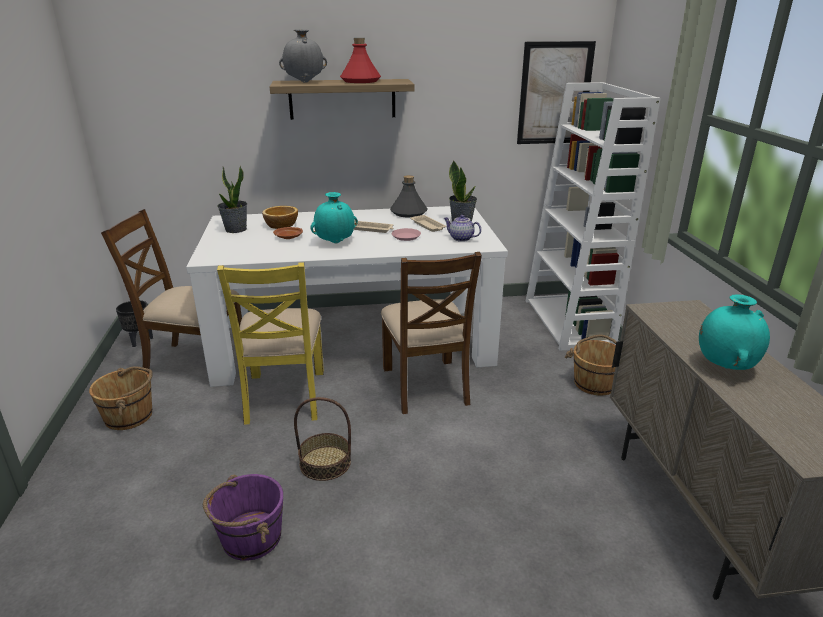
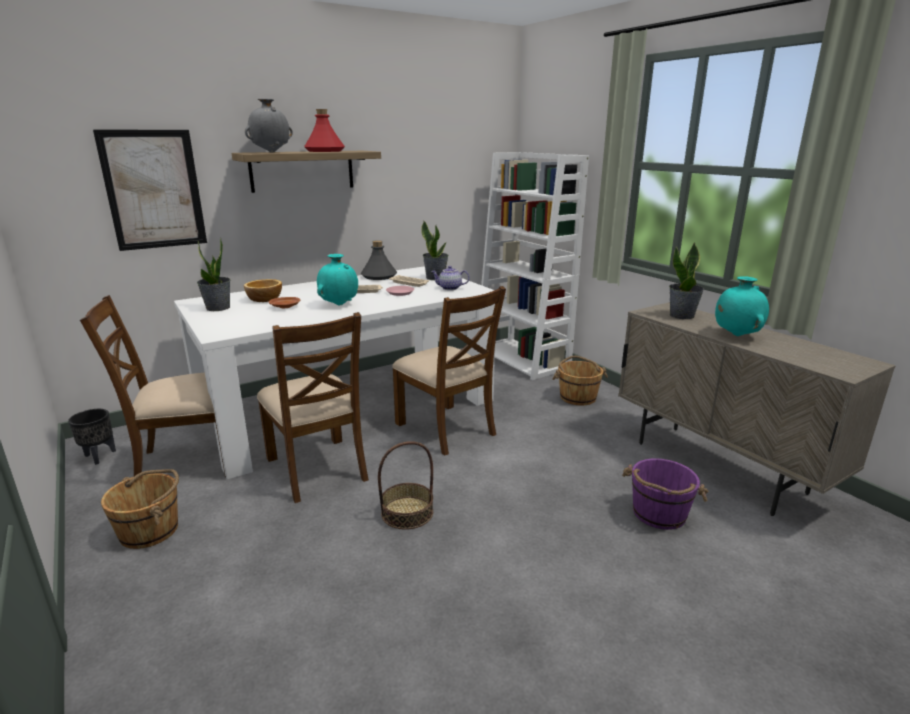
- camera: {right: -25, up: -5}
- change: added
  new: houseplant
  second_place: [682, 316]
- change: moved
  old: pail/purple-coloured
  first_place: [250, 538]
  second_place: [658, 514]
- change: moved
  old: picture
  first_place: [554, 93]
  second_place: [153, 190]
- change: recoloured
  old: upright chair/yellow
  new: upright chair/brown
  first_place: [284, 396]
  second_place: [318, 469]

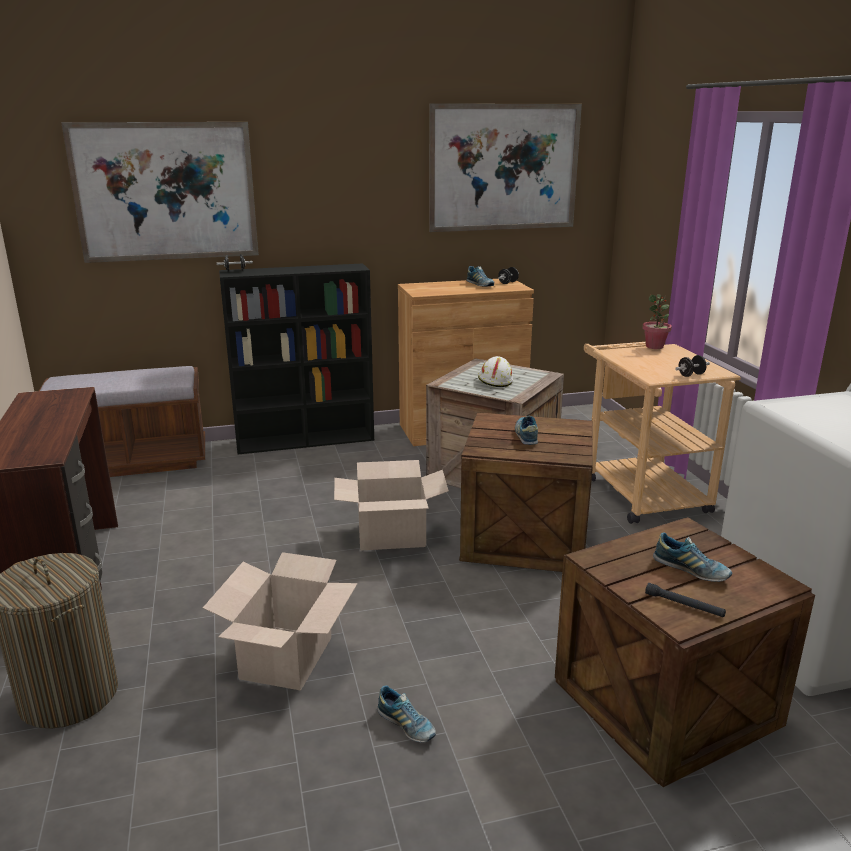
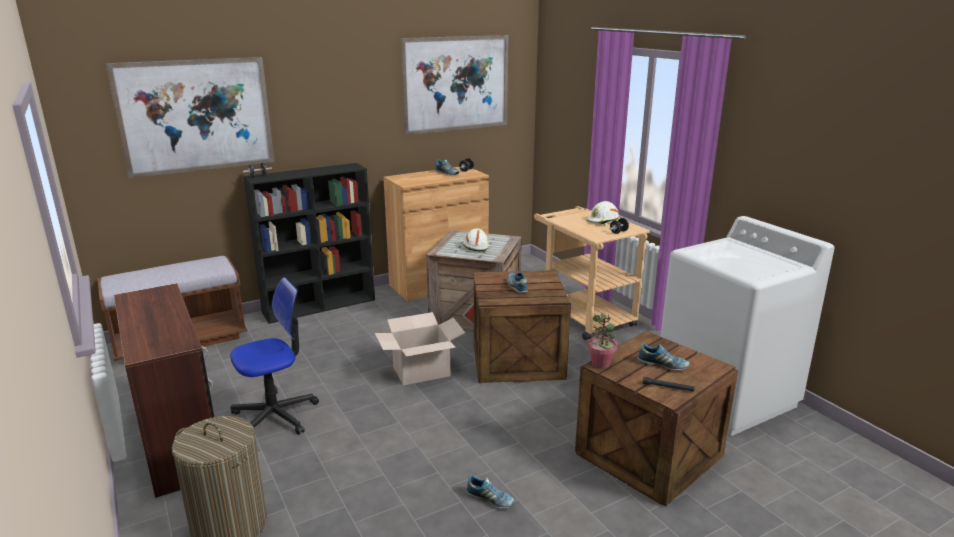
- camera: {right: -15, up: 0}
- change: removed
  old: carton
  first_place: [286, 657]
- change: added
  new: office chair
  second_place: [275, 415]
- change: added
  new: safety helmet/white-coloured
  second_place: [603, 221]
- change: moved
  old: houseplant
  first_place: [654, 347]
  second_place: [600, 364]

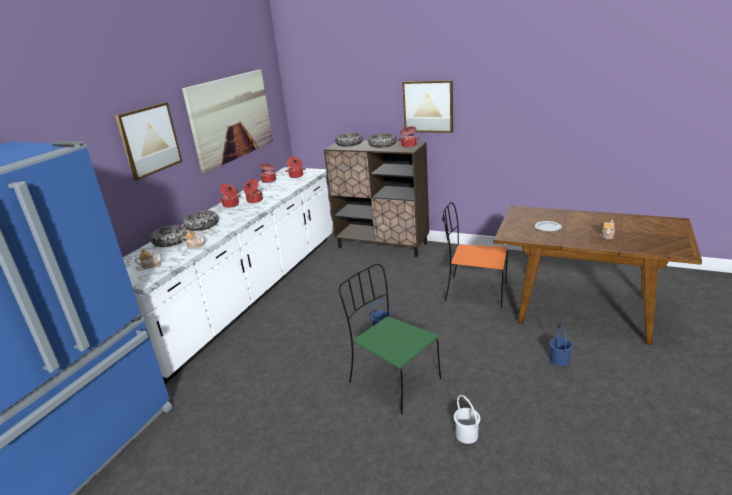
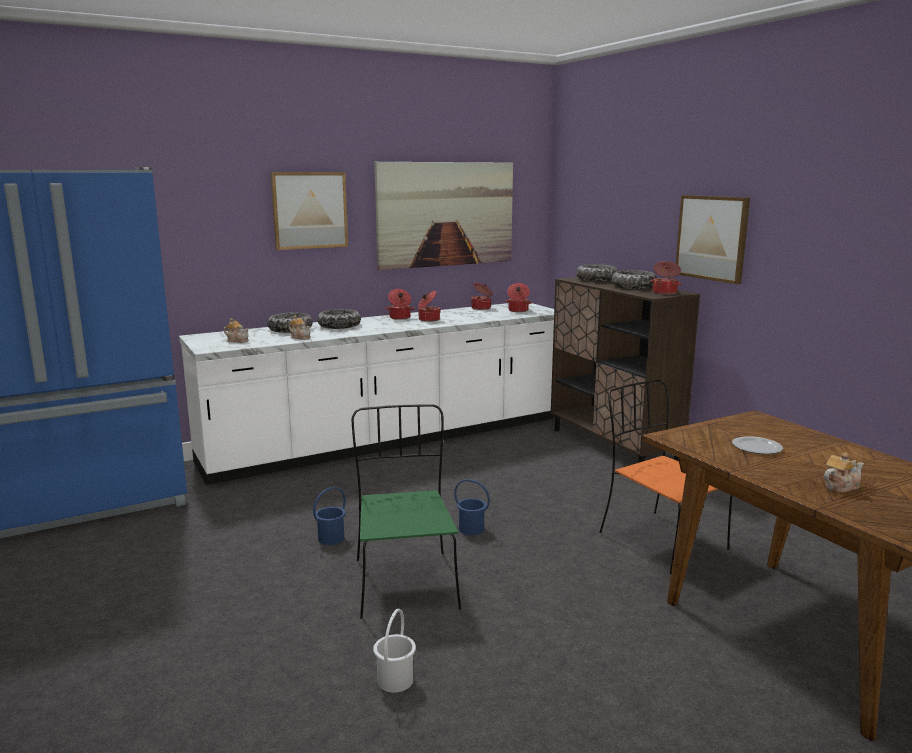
- camera: {right: 35, up: -10}
- change: moved
  old: pail/blue-coloured
  first_place: [559, 360]
  second_place: [331, 538]

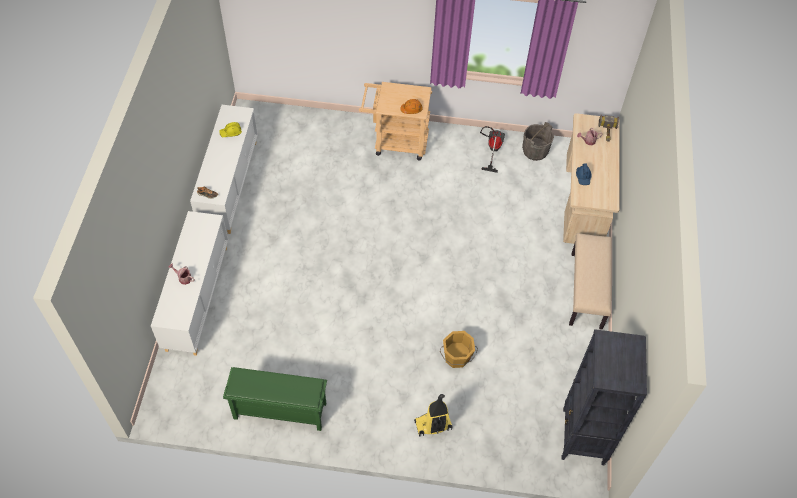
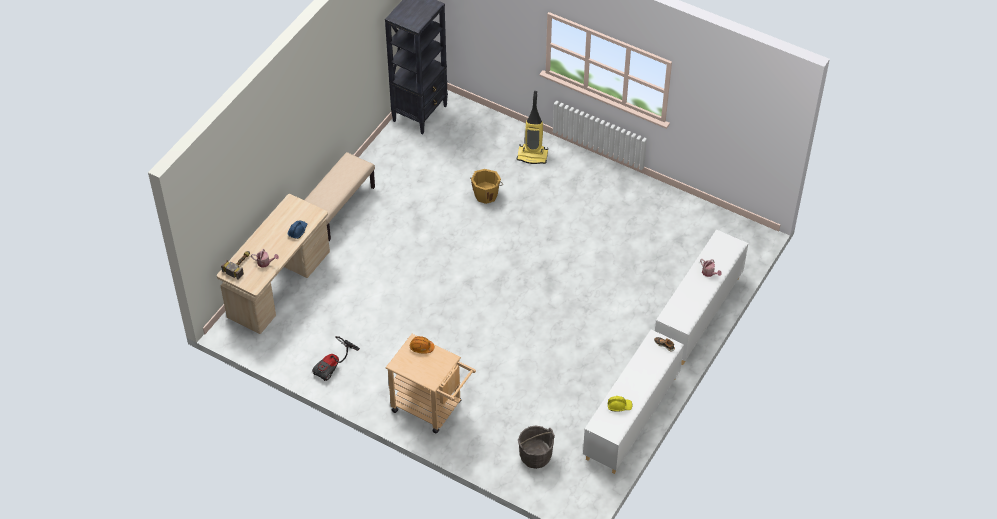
- camera: {right: -155, up: -5}
- change: removed
  old: shoe shelf/green-coloured
  first_place: [279, 411]
- change: moved
  old: pail/greyish
  first_place: [535, 151]
  second_place: [535, 456]

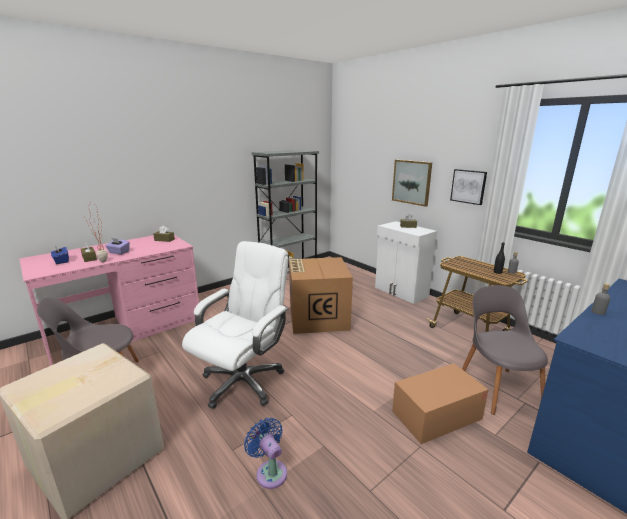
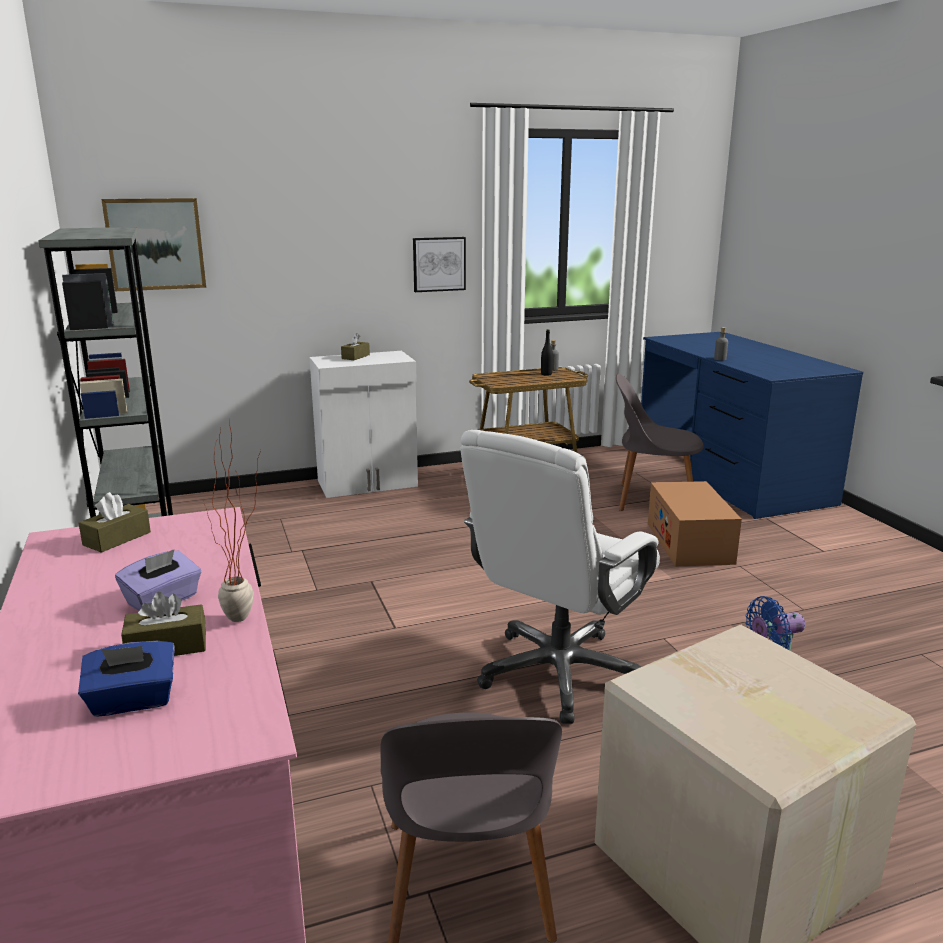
- camera: {right: -70, up: 0}
- change: removed
  old: carton
  first_place: [317, 317]
- change: moved
  old: picture
  first_place: [411, 182]
  second_place: [155, 244]
- change: turned
  old: office chair/white-coloured
  first_place: [243, 381]
  second_place: [558, 673]
  degrees: -105

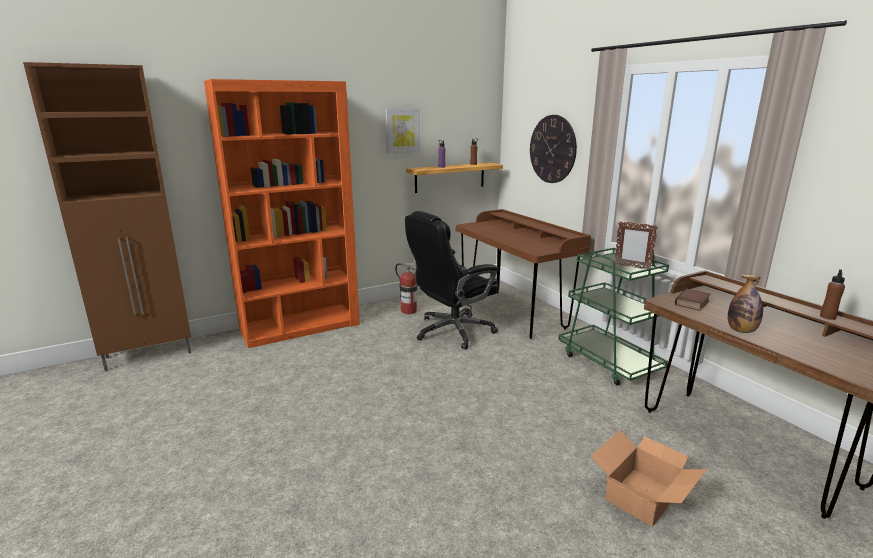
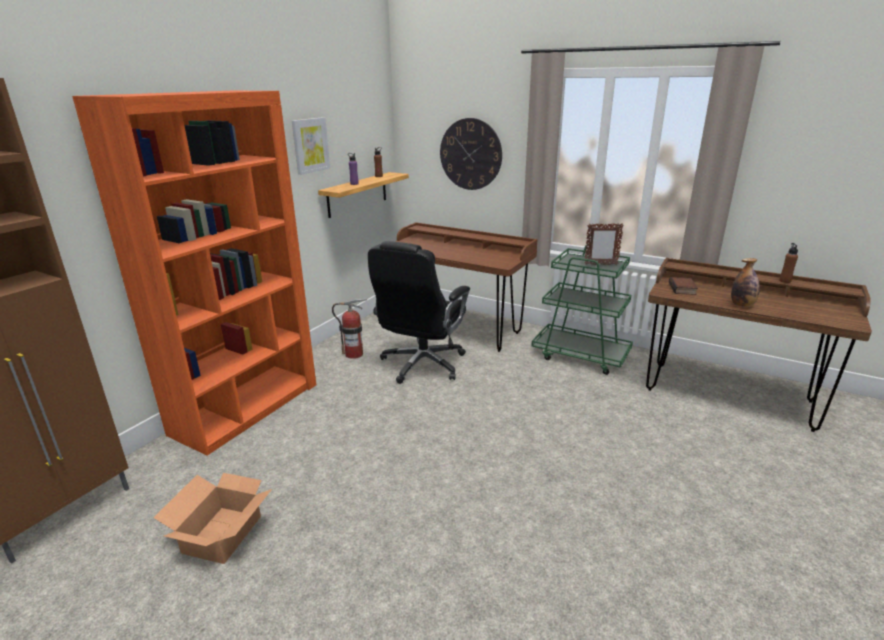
- camera: {right: -30, up: 5}
- change: moved
  old: carton
  first_place: [643, 496]
  second_place: [223, 534]

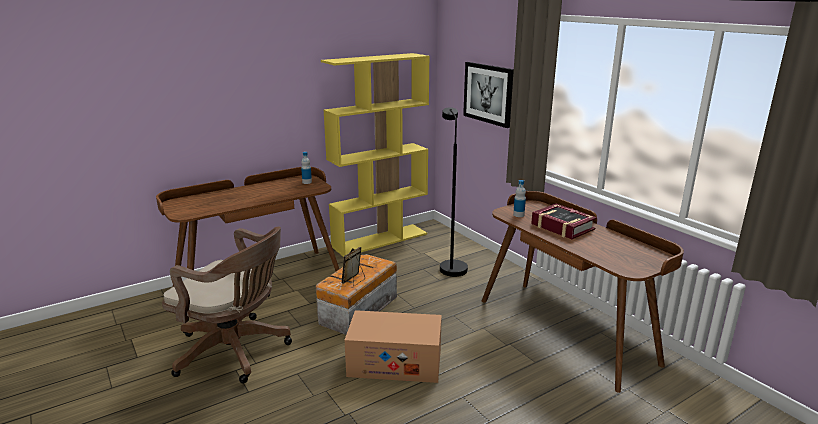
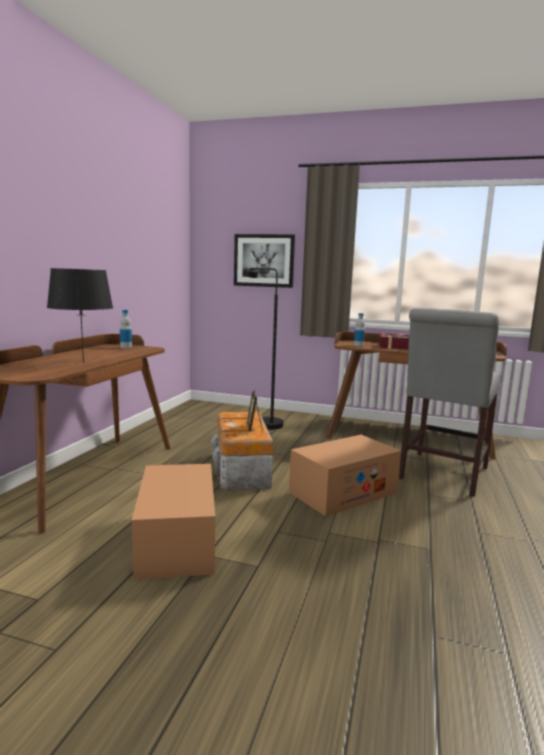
- camera: {right: -40, up: -10}
- change: removed
  old: bookshelf/yellow
  first_place: [380, 240]
- change: added
  new: table lamp/black-coloured
  second_place: [83, 362]
- change: added
  new: upright chair/greyish
  second_place: [441, 474]
- change: replaced
  old: office chair/brown
  new: carton
  first_place: [236, 351]
  second_place: [177, 540]

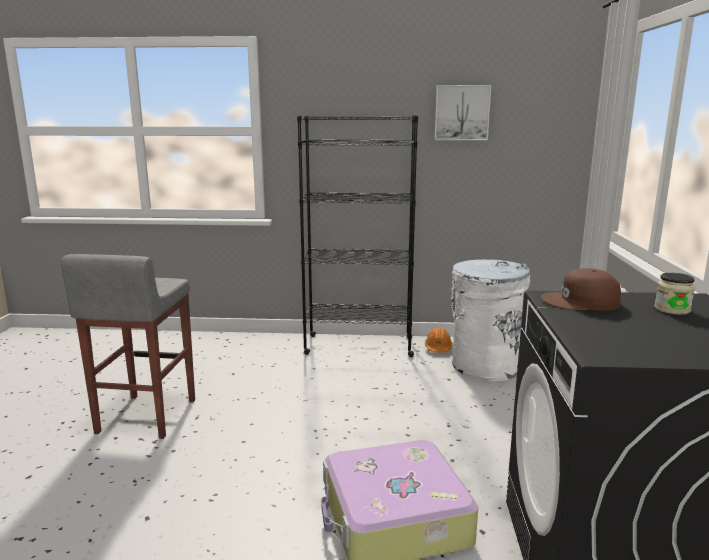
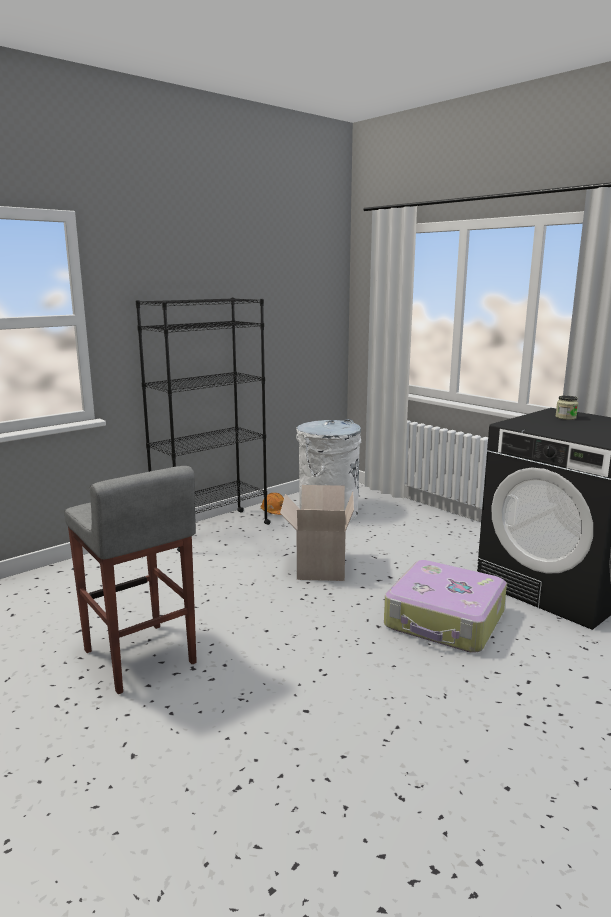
- camera: {right: -45, up: 0}
- change: removed
  old: picture
  first_place: [462, 113]
- change: removed
  old: baseball cap/brown
  first_place: [581, 302]
- change: added
  new: carton
  second_place: [319, 567]

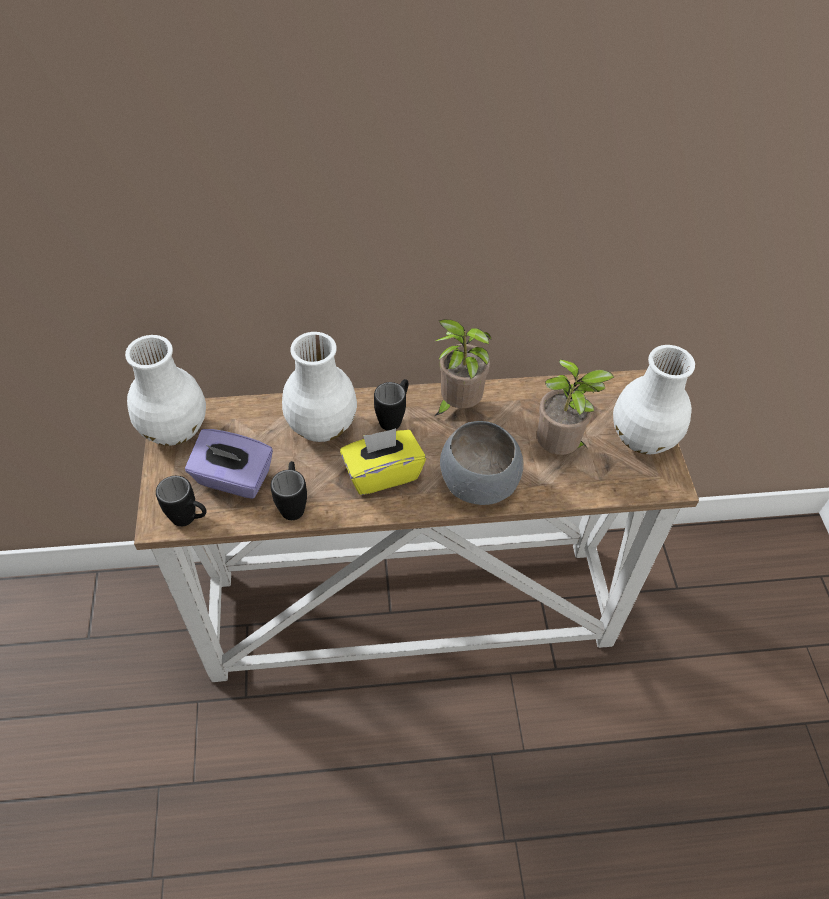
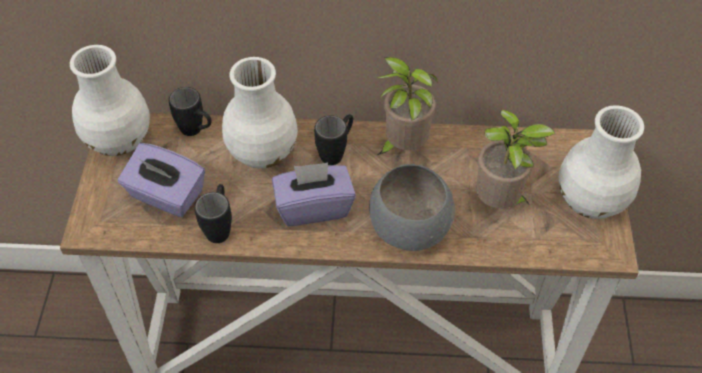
- camera: {right: 10, up: 0}
- change: moved
  old: tea mug/black-coloured
  first_place: [190, 520]
  second_place: [196, 131]
- change: recoloured
  old: box of tissues/yellow
  new: box of tissues/purple-coloured
  first_place: [382, 473]
  second_place: [314, 207]

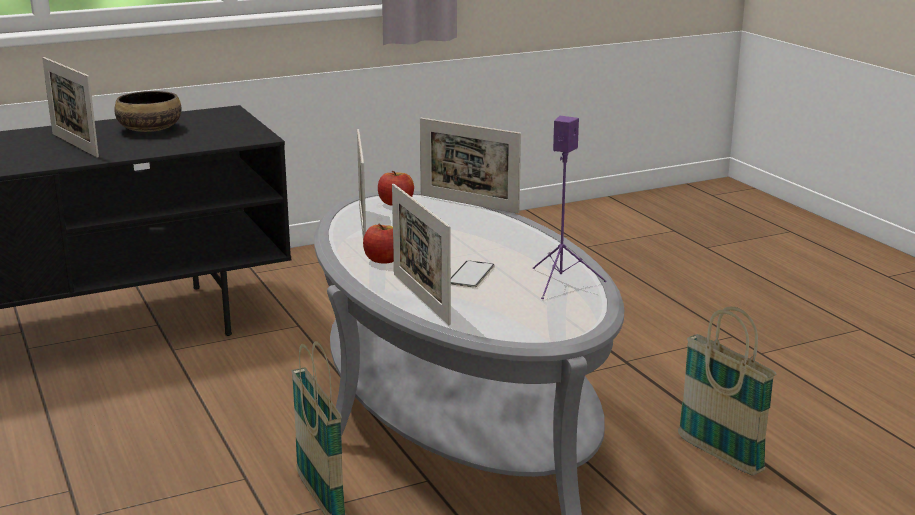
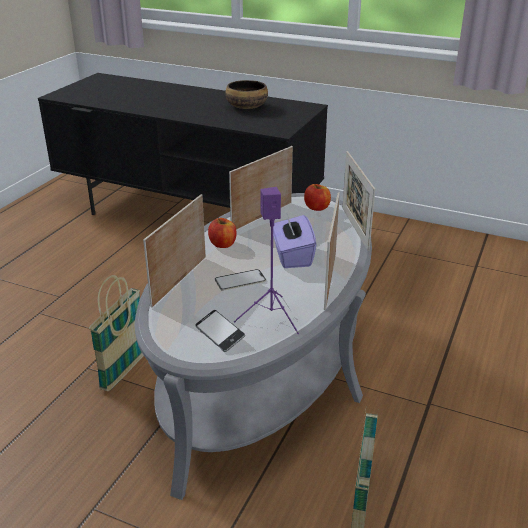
- camera: {right: 50, up: 10}
- change: added
  new: handset
  second_place: [219, 334]
- change: added
  new: box of tissues/purple-coloured
  second_place: [292, 256]
- change: moved
  old: photo frame
  first_place: [74, 145]
  second_place: [330, 280]

